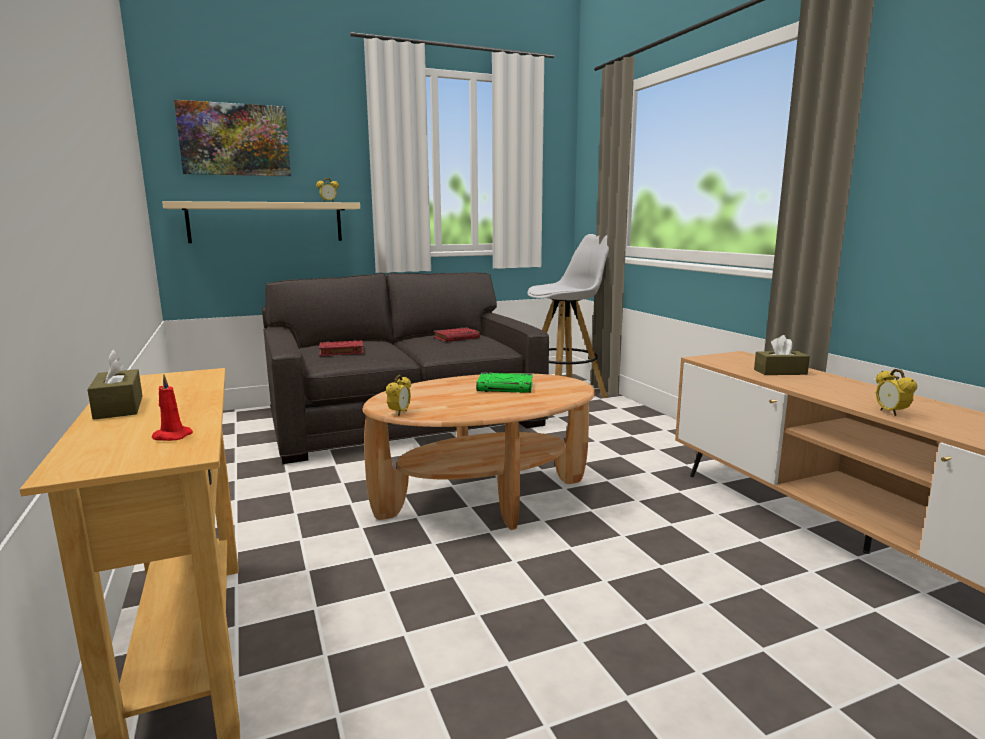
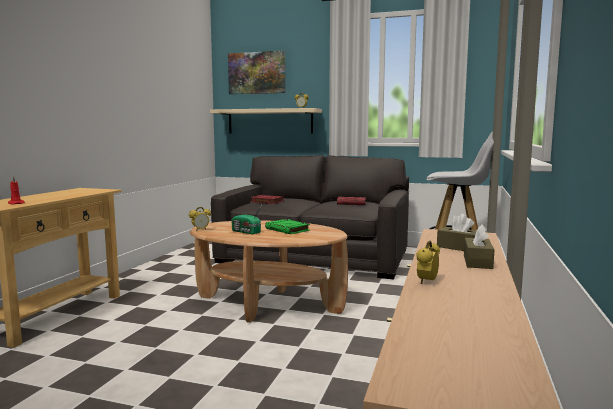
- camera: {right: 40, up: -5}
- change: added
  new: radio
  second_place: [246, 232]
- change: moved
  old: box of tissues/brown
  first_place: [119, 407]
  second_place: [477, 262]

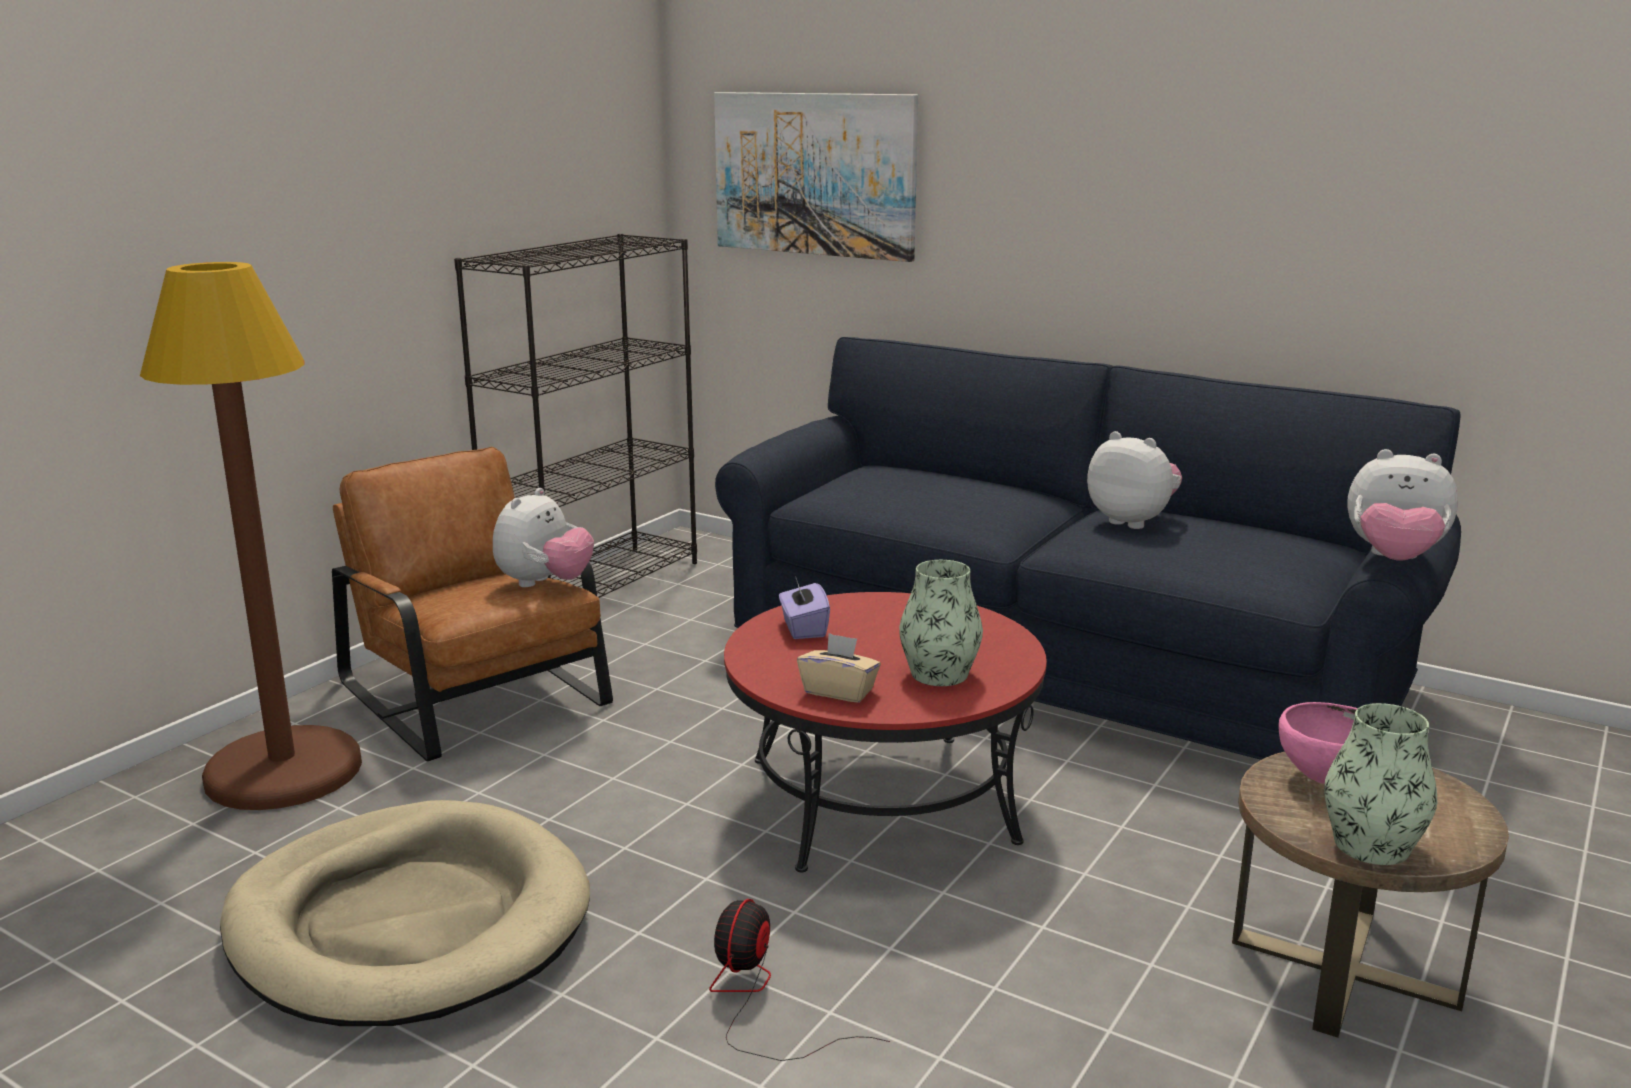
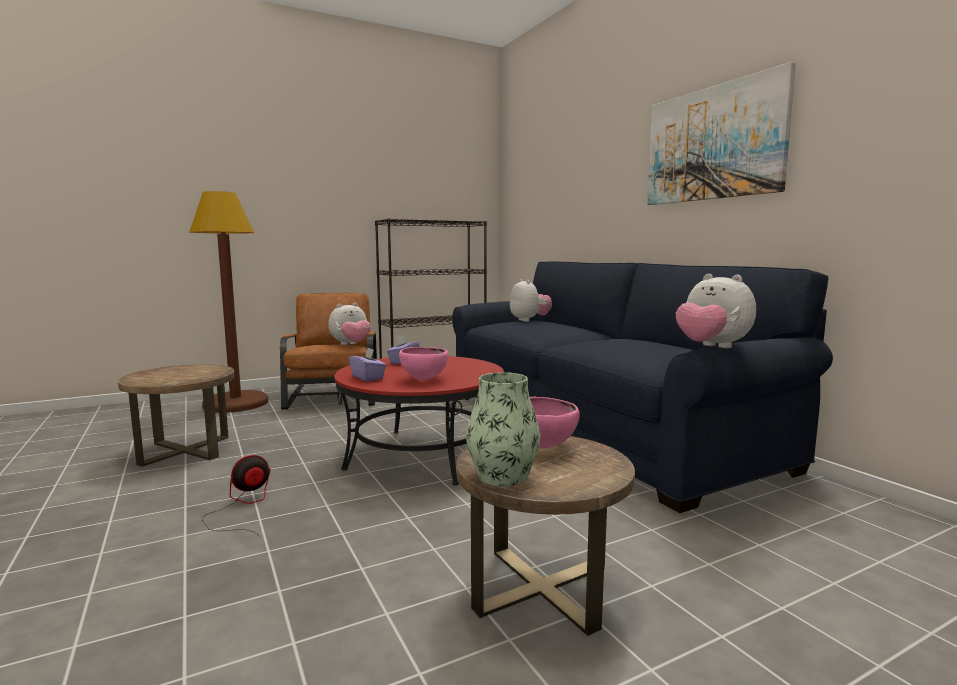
- camera: {right: 30, up: -10}
- change: moved
  old: picture
  first_place: [814, 174]
  second_place: [713, 144]
- change: moved
  old: plush toy
  first_place: [1132, 521]
  second_place: [529, 320]
- change: replaced
  old: dog bed/sand-coloured
  new: accent table/brown
  first_place: [409, 923]
  second_place: [185, 450]
- change: replaced
  old: vase
  new: serving bowl/pink-coloured
  first_place: [939, 674]
  second_place: [424, 379]
- change: recoloured
  old: box of tissues/sand-coloured
  new: box of tissues/purple-coloured
  first_place: [839, 691]
  second_place: [368, 377]

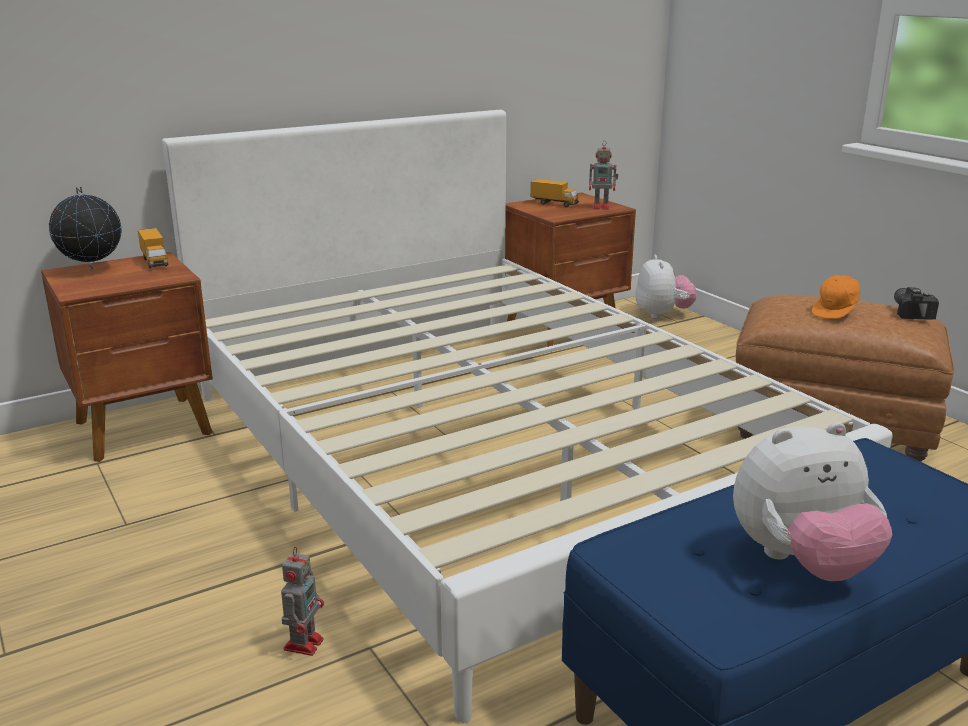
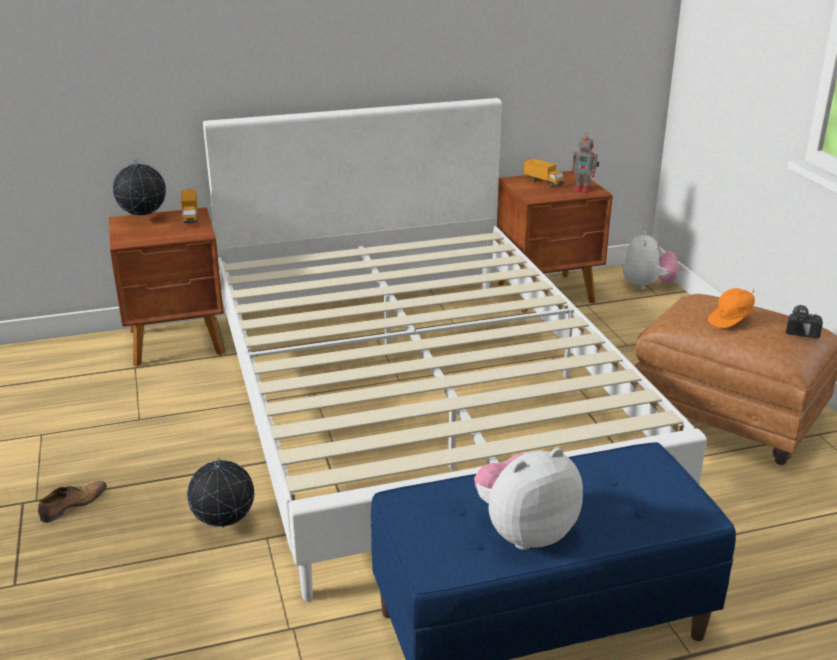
- camera: {right: 15, up: 5}
- change: added
  new: item of footwear
  second_place: [72, 506]
- change: replaced
  old: model robot
  new: world globe
  first_place: [304, 643]
  second_place: [225, 526]
- change: turned
  old: plush toy
  first_place: [801, 562]
  second_place: [524, 532]
  degrees: 150

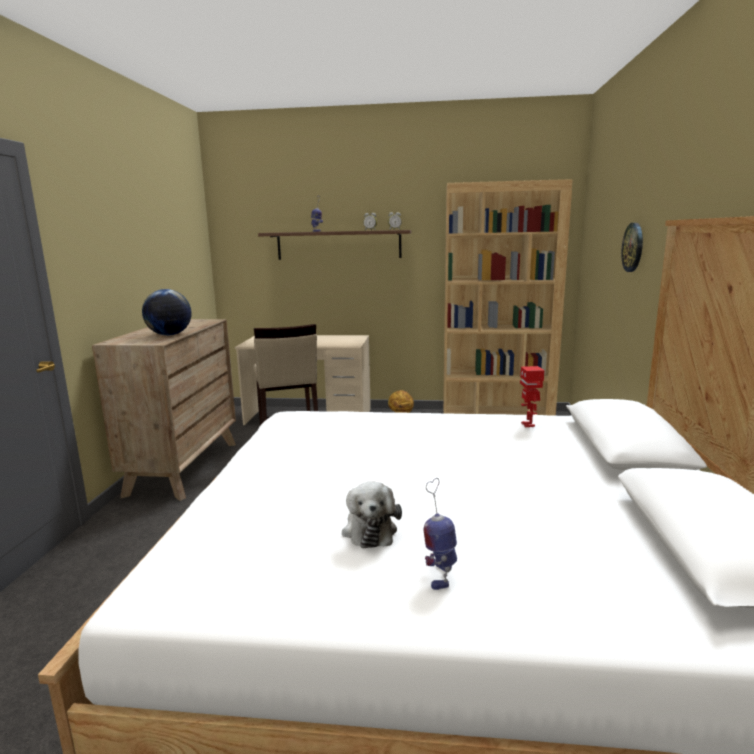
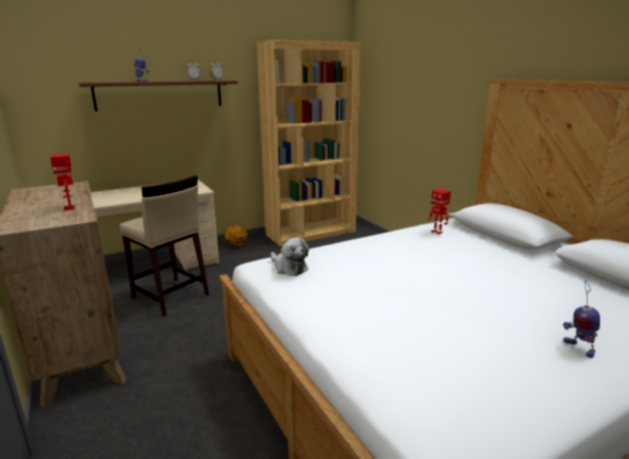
- camera: {right: -35, up: 5}
- change: removed
  old: wall clock
  first_place: [633, 247]
- change: moved
  old: plush toy
  first_place: [369, 530]
  second_place: [289, 268]
- change: replaced
  old: world globe
  new: model robot
  first_place: [169, 335]
  second_place: [70, 208]

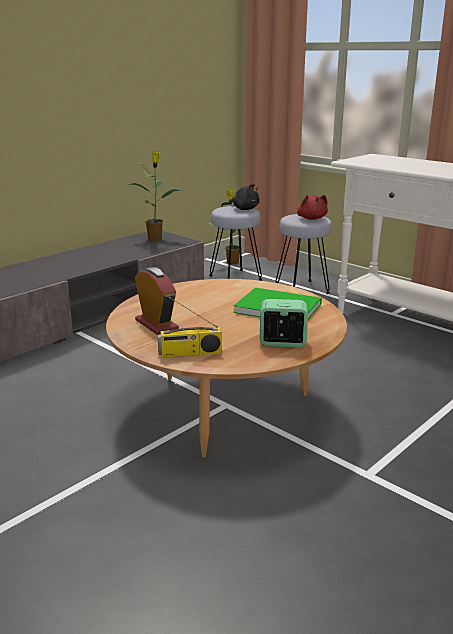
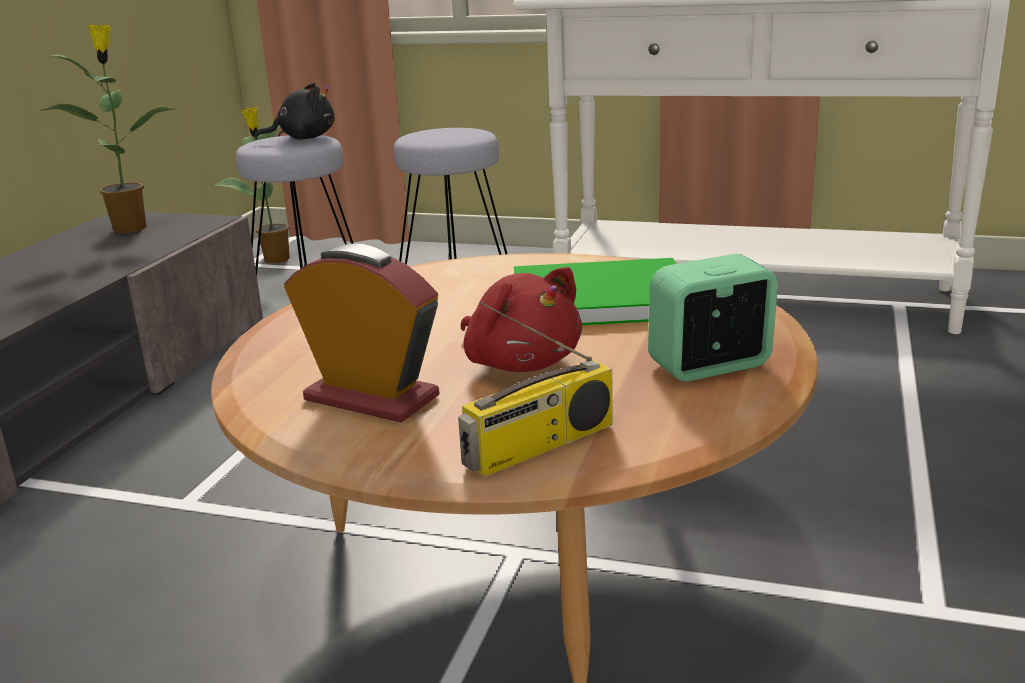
- camera: {right: -25, up: 0}
- change: moved
  old: plush toy/red
  first_place: [311, 218]
  second_place: [520, 362]

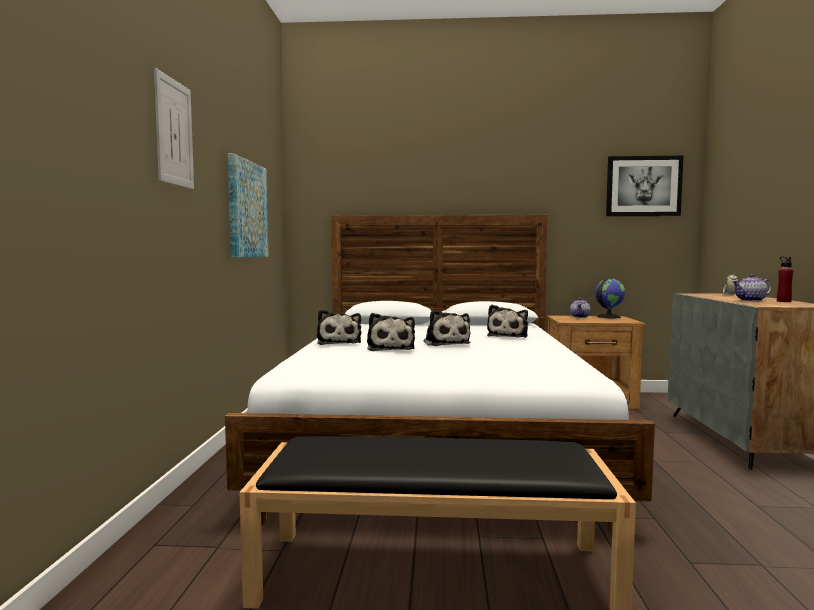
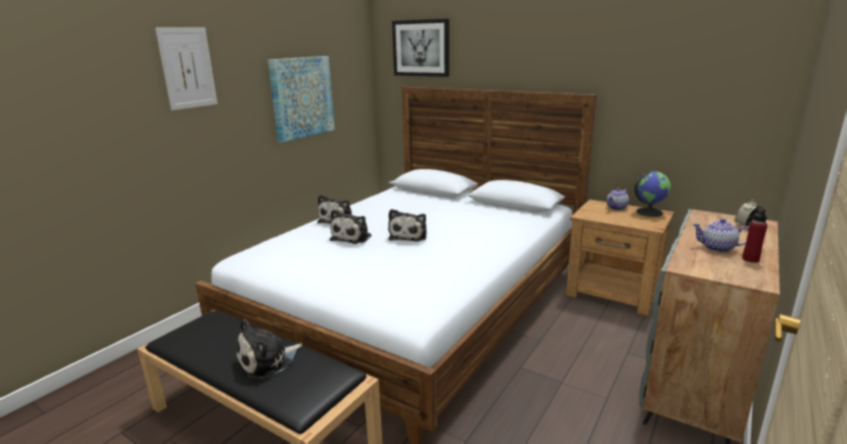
- camera: {right: 30, up: 15}
- change: moved
  old: plush toy
  first_place: [508, 336]
  second_place: [268, 361]
- change: moved
  old: picture
  first_place: [643, 186]
  second_place: [421, 48]

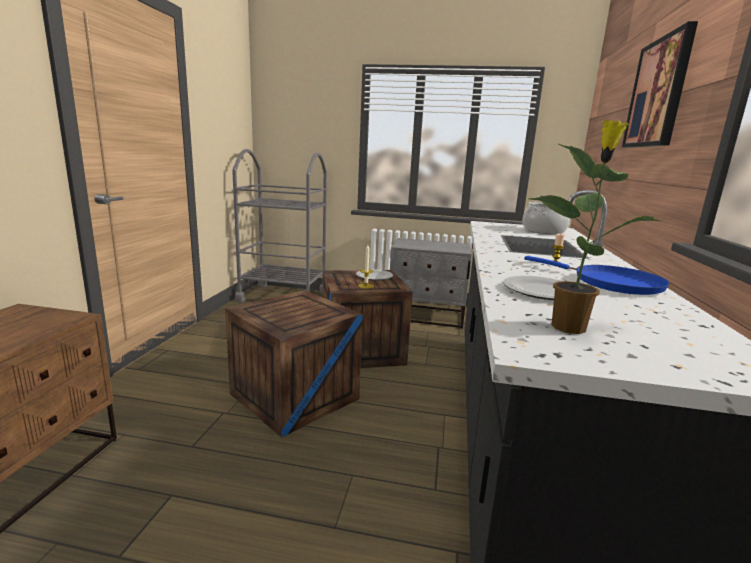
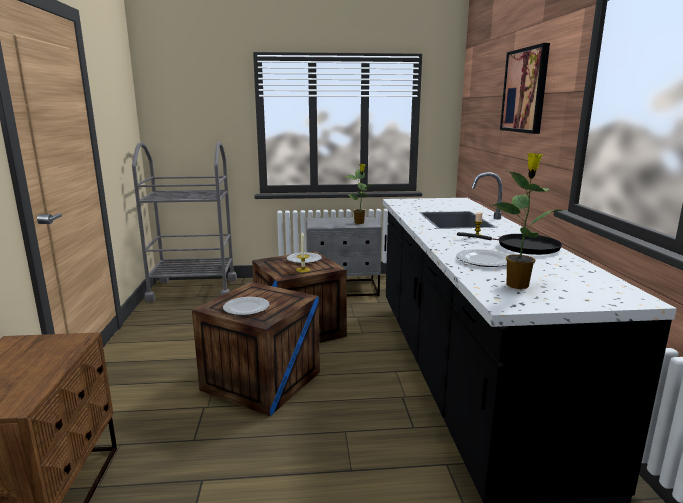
- camera: {right: -15, up: 0}
- change: removed
  old: saucepot
  first_place: [544, 231]
- change: added
  new: plate
  second_place: [246, 307]
- change: added
  new: houseplant
  second_place: [359, 223]
- change: recoloured
  old: pan/blue-coloured
  new: pan/black-coloured
  first_place: [611, 283]
  second_place: [523, 247]

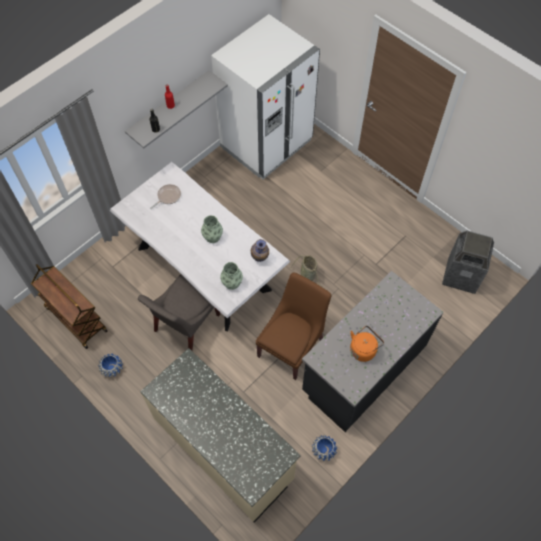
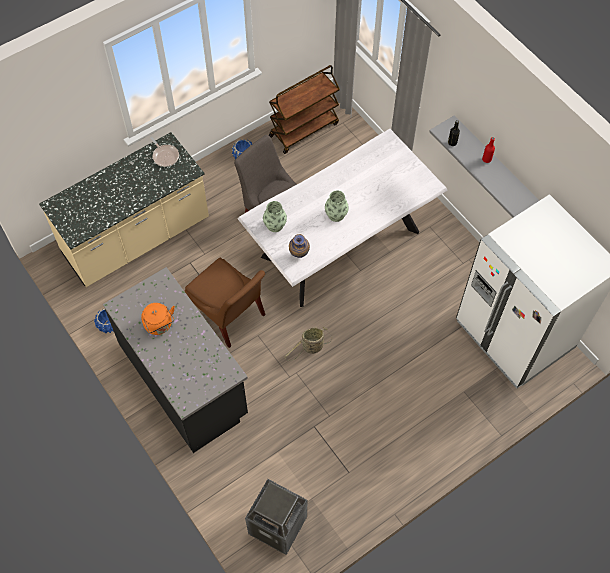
- camera: {right: 100, up: 0}
- change: moved
  old: pan
  first_place: [168, 196]
  second_place: [165, 156]

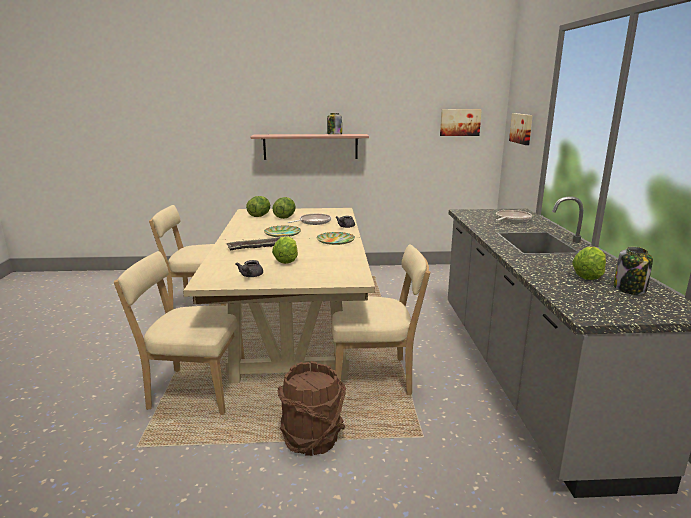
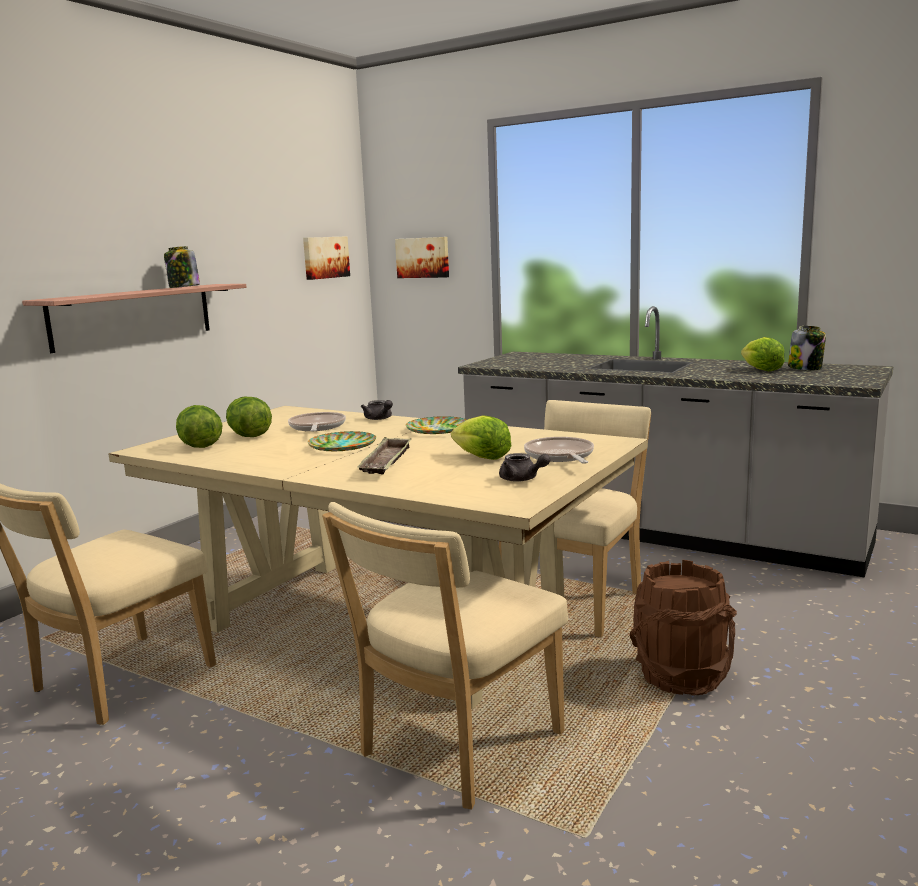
- camera: {right: -55, up: -5}
- change: moved
  old: pan
  first_place: [511, 219]
  second_place: [560, 456]

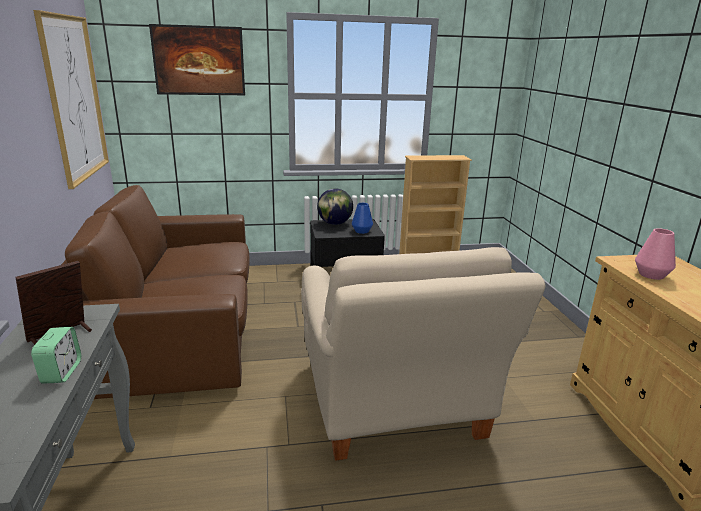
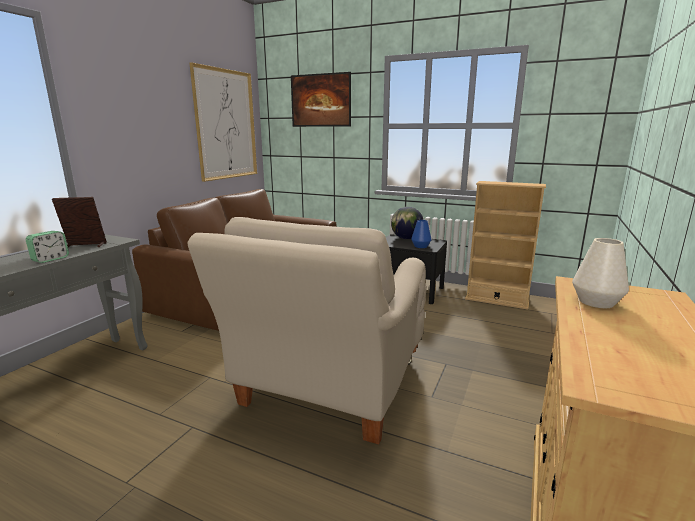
- camera: {right: 35, up: -5}
- change: recoloured
  old: vase/pink-coloured
  new: vase/white-coloured
  first_place: [651, 275]
  second_place: [596, 302]

